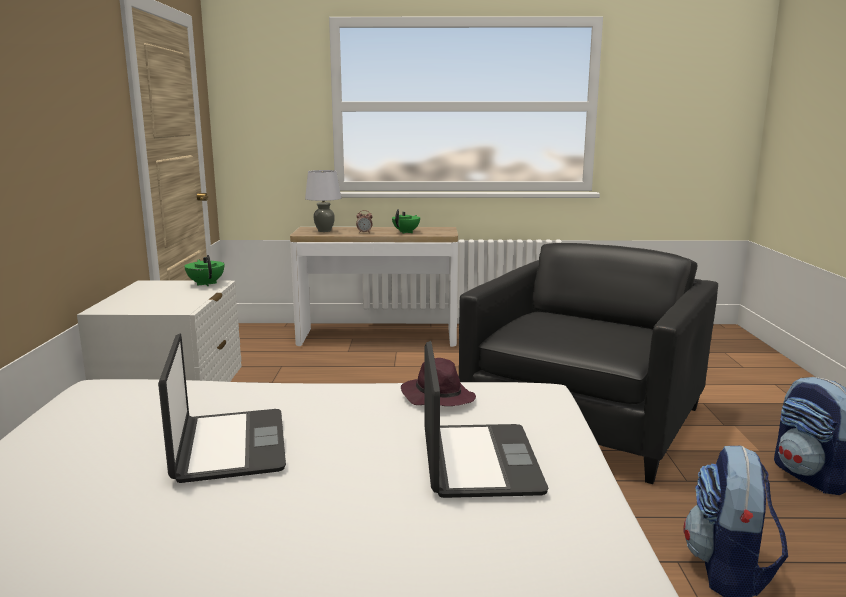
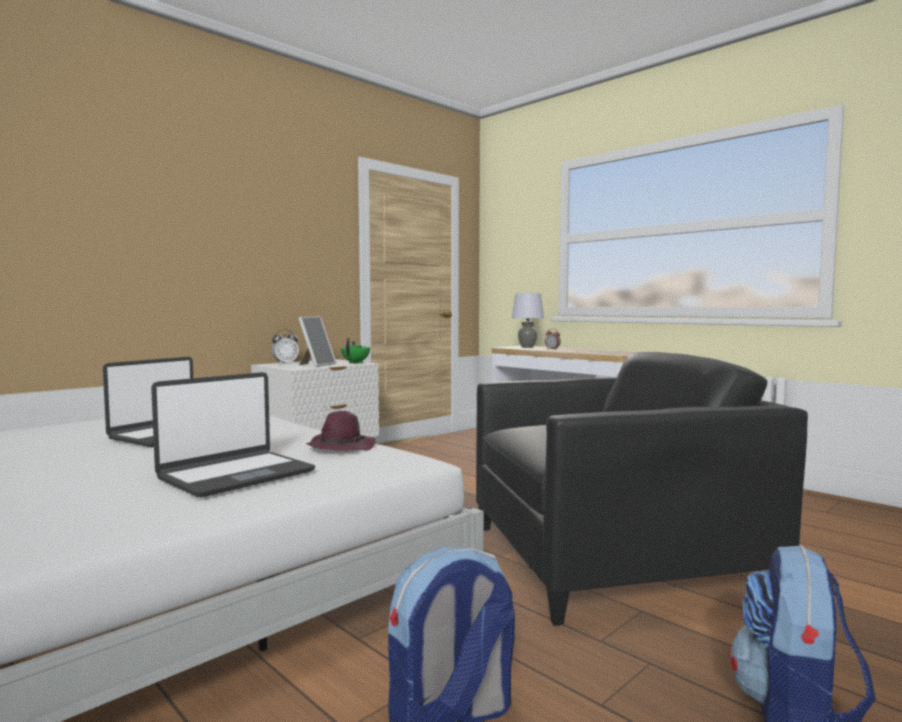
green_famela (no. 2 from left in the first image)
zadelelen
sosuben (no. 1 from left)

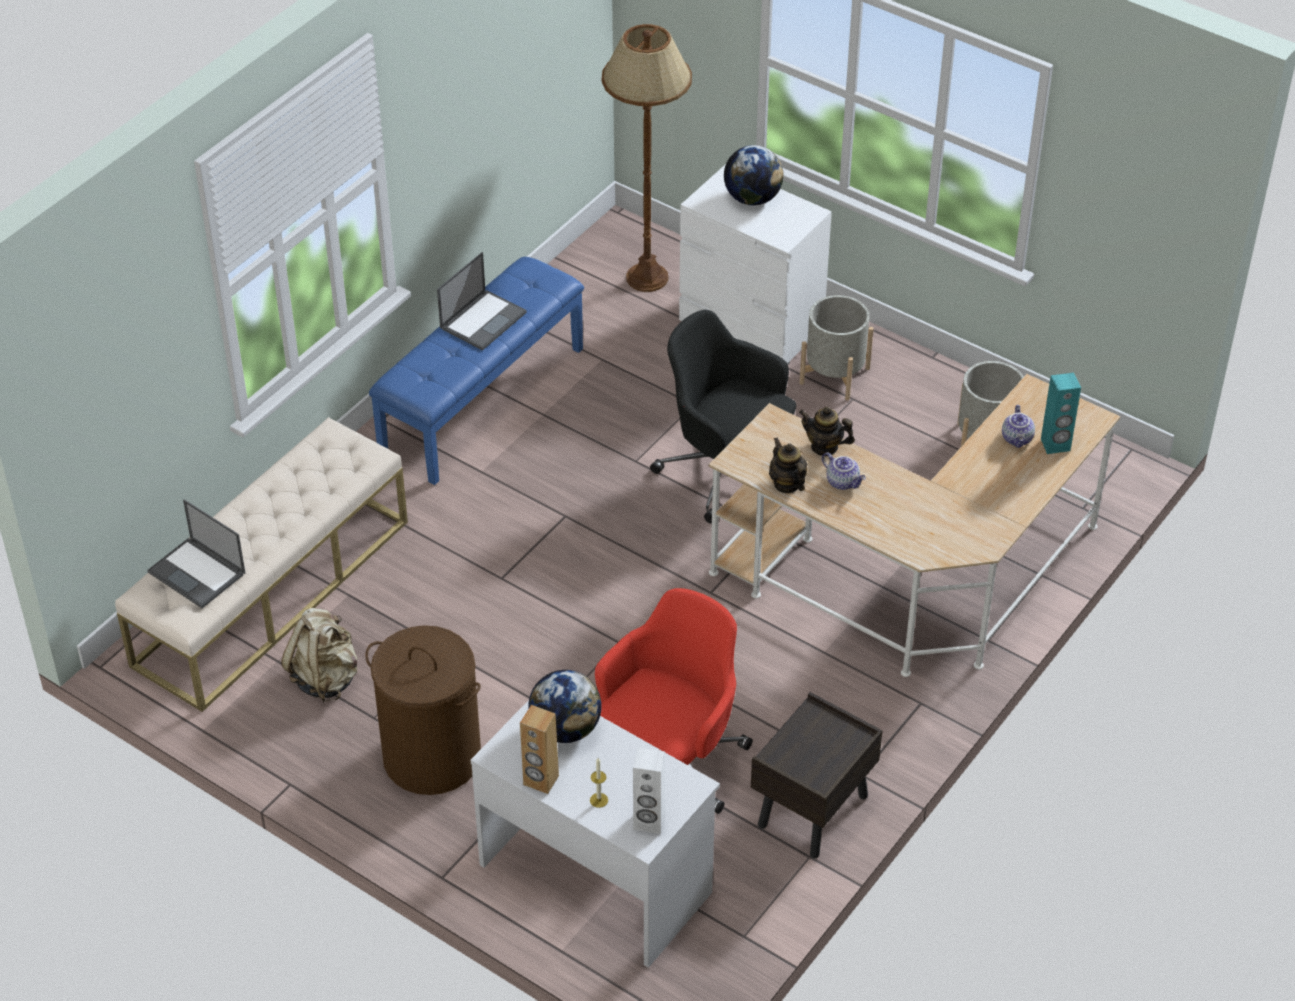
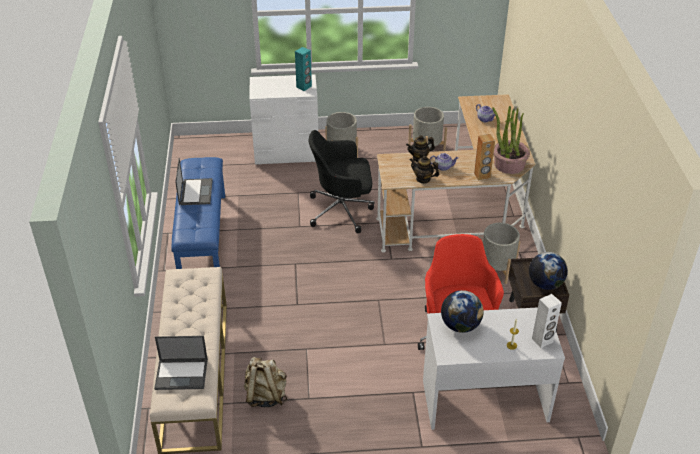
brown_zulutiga
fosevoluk (no. 2 from left)
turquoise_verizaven
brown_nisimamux
brown_verizaven
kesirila
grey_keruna (no. 3 from left)

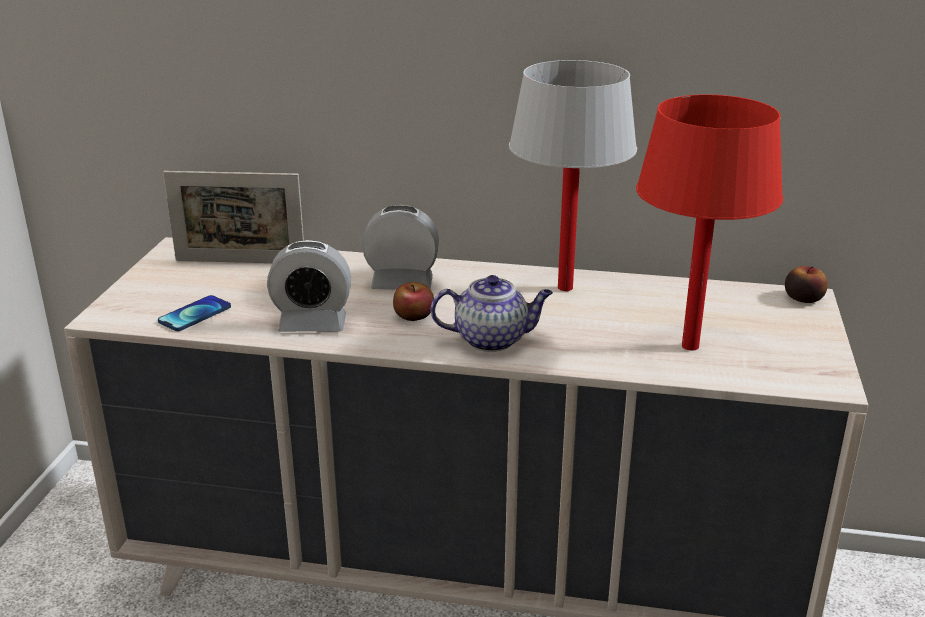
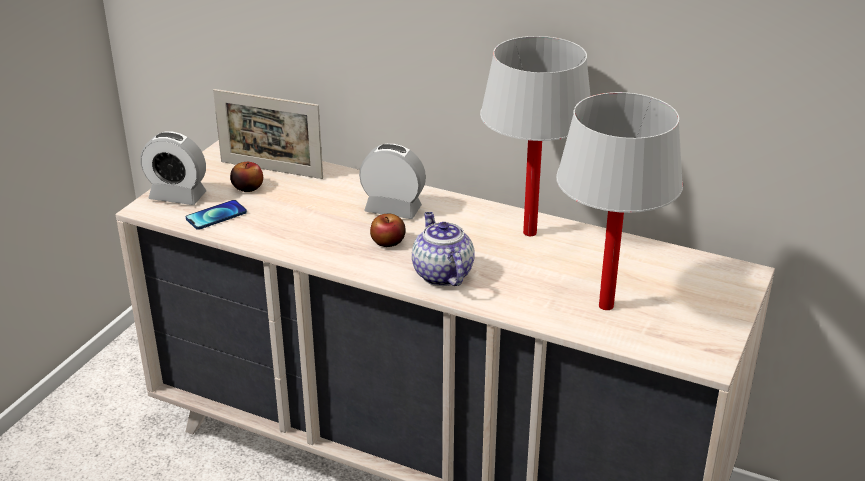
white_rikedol (no. 2 from left)
sosuben (no. 1 from left)
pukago (no. 1 from left)
famela

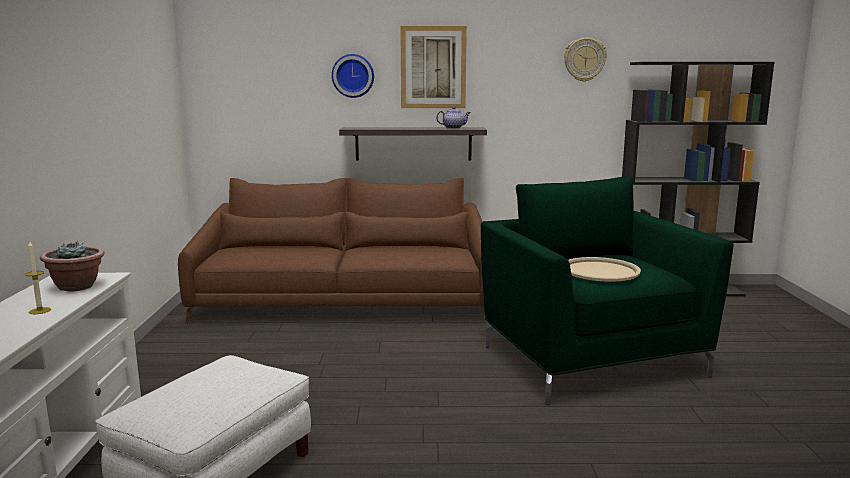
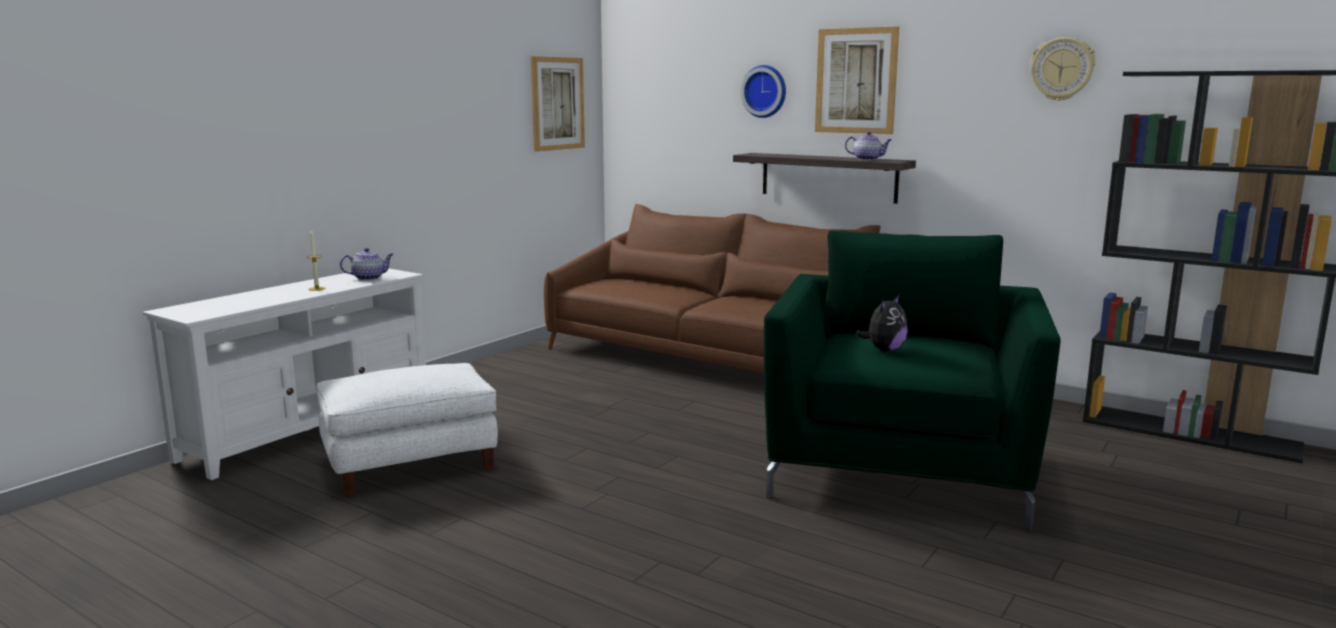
famela (no. 1 from left)
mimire
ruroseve (no. 1 from left)

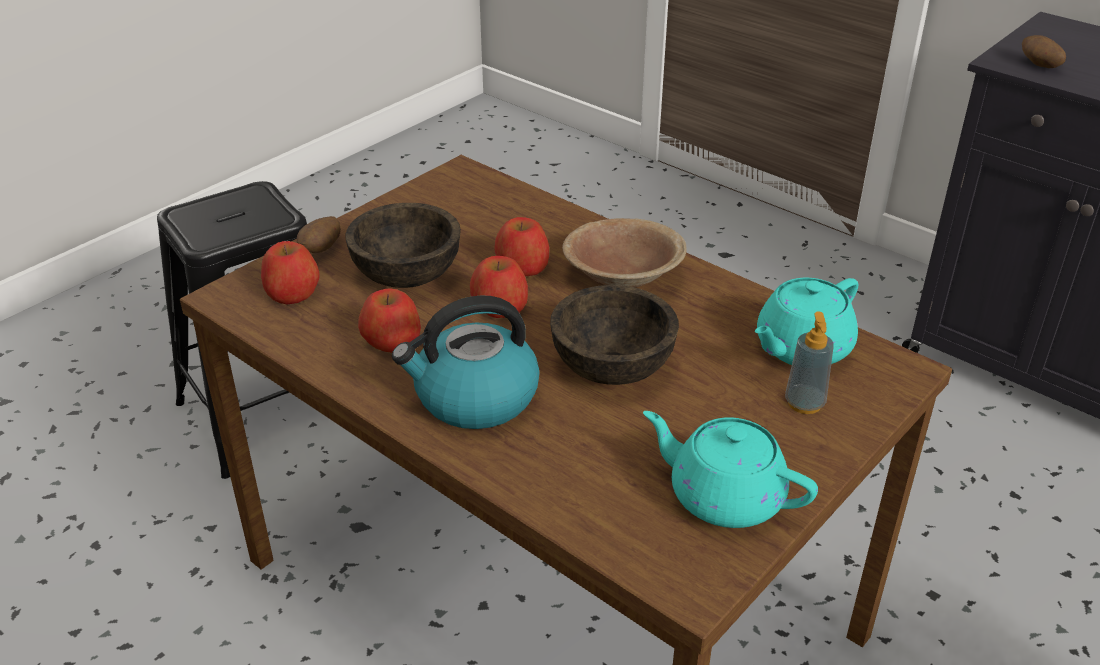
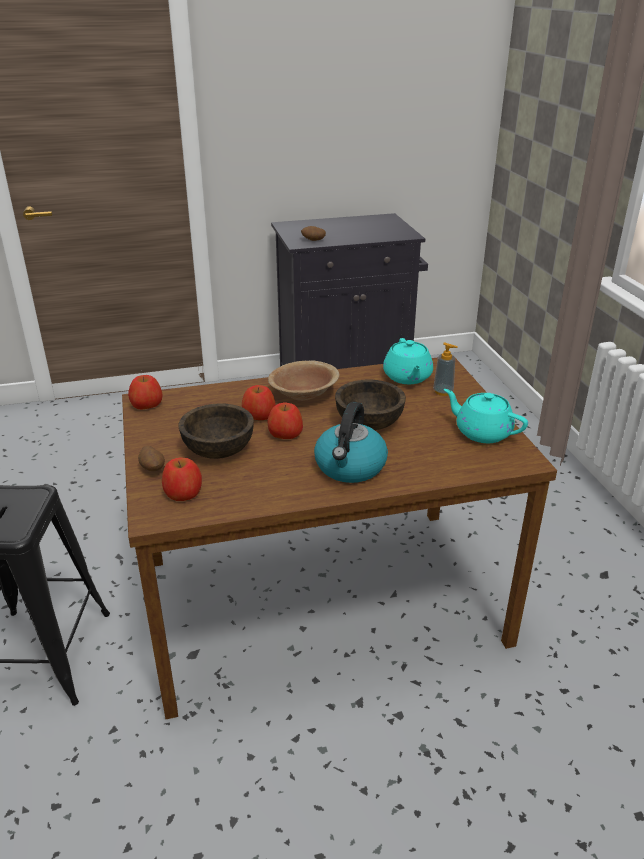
pukago (no. 1 from left)
turquoise_famela (no. 2 from left)

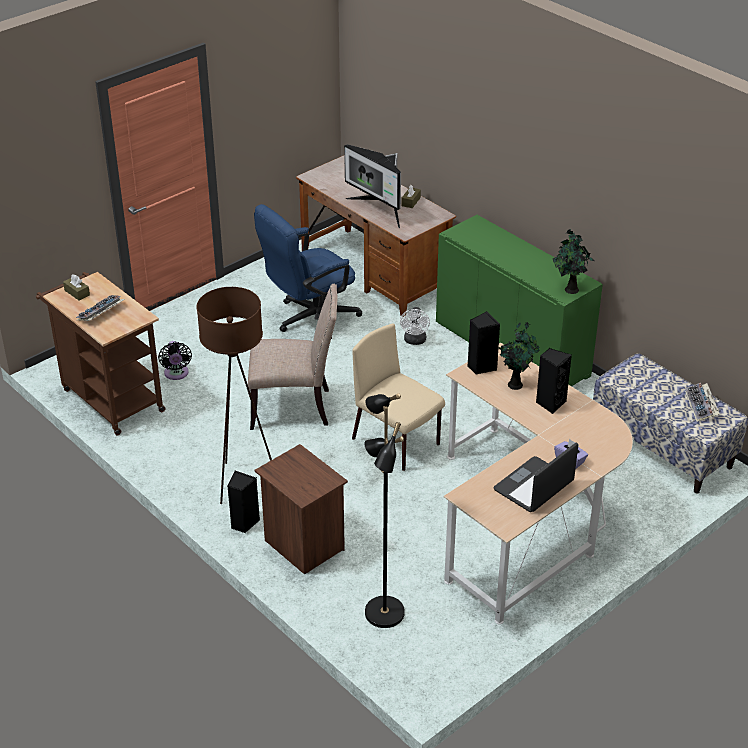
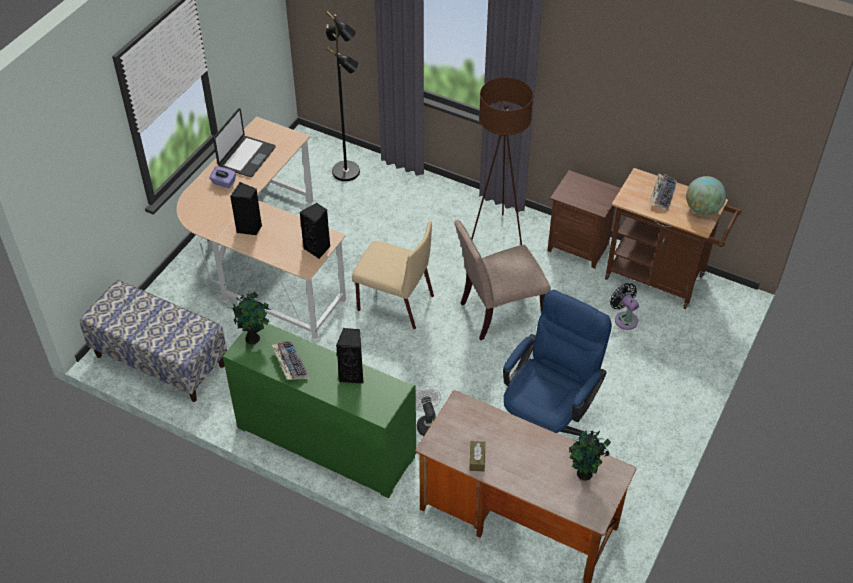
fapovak
fosevoluk
kesirila (no. 2 from left)
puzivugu (no. 1 from left)
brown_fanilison
black_verizaven (no. 3 from left)

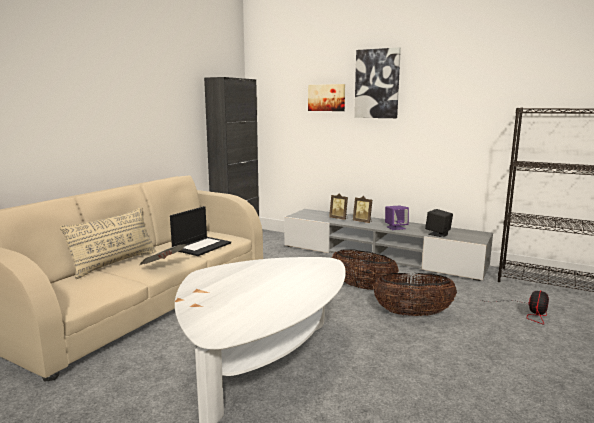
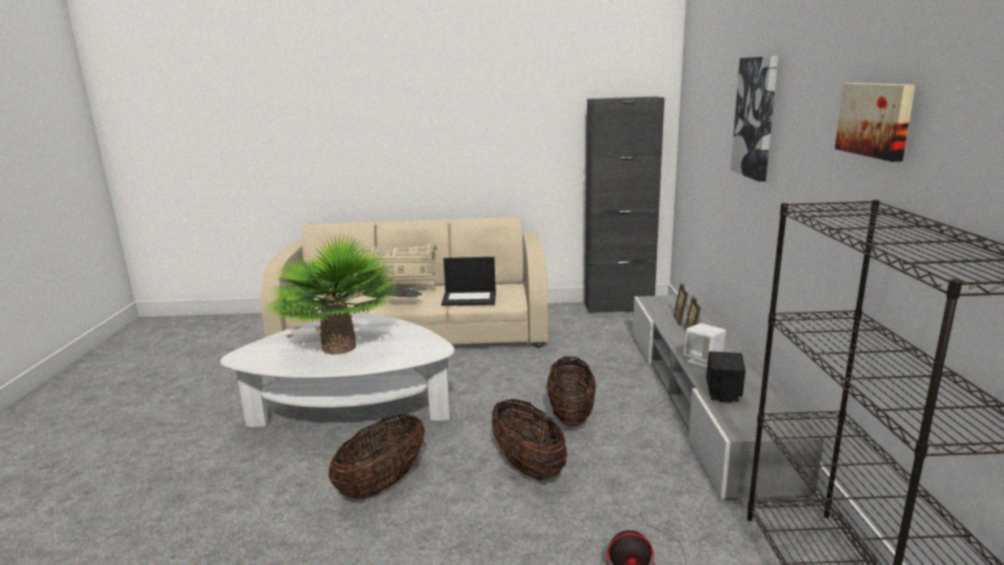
ruroseve (no. 2 from left)
white_verizaven
kesirila
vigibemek (no. 1 from left)

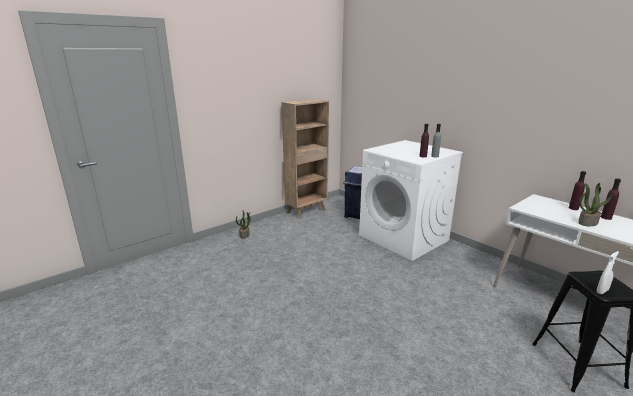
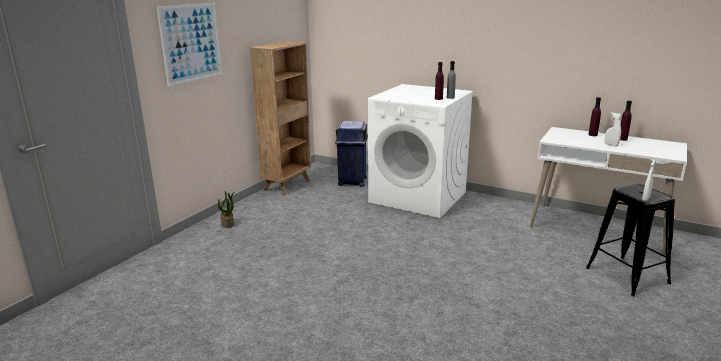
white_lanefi (no. 1 from left)
ruroseve

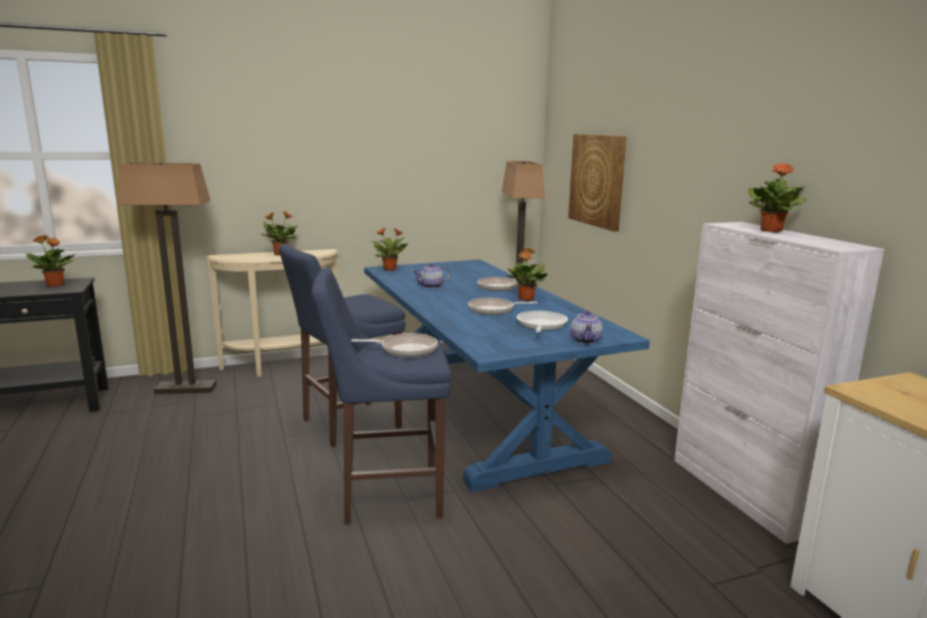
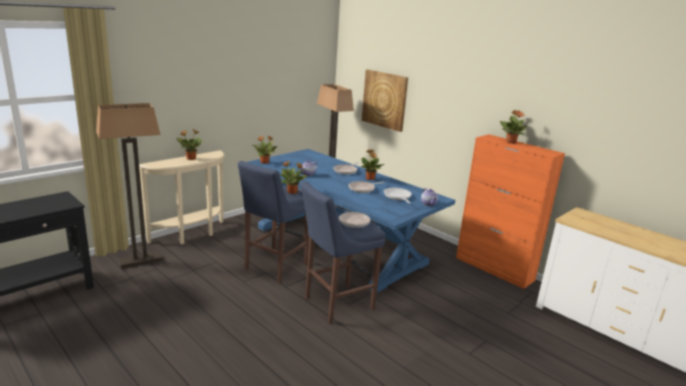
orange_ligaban
kesirila (no. 3 from left)

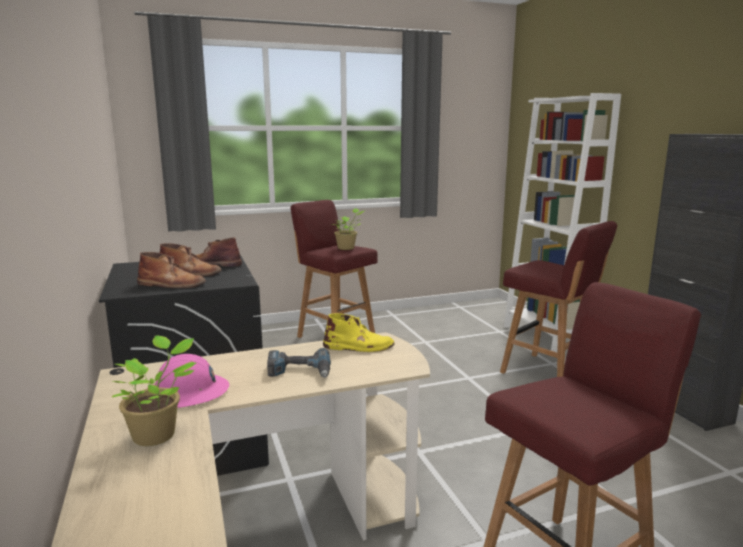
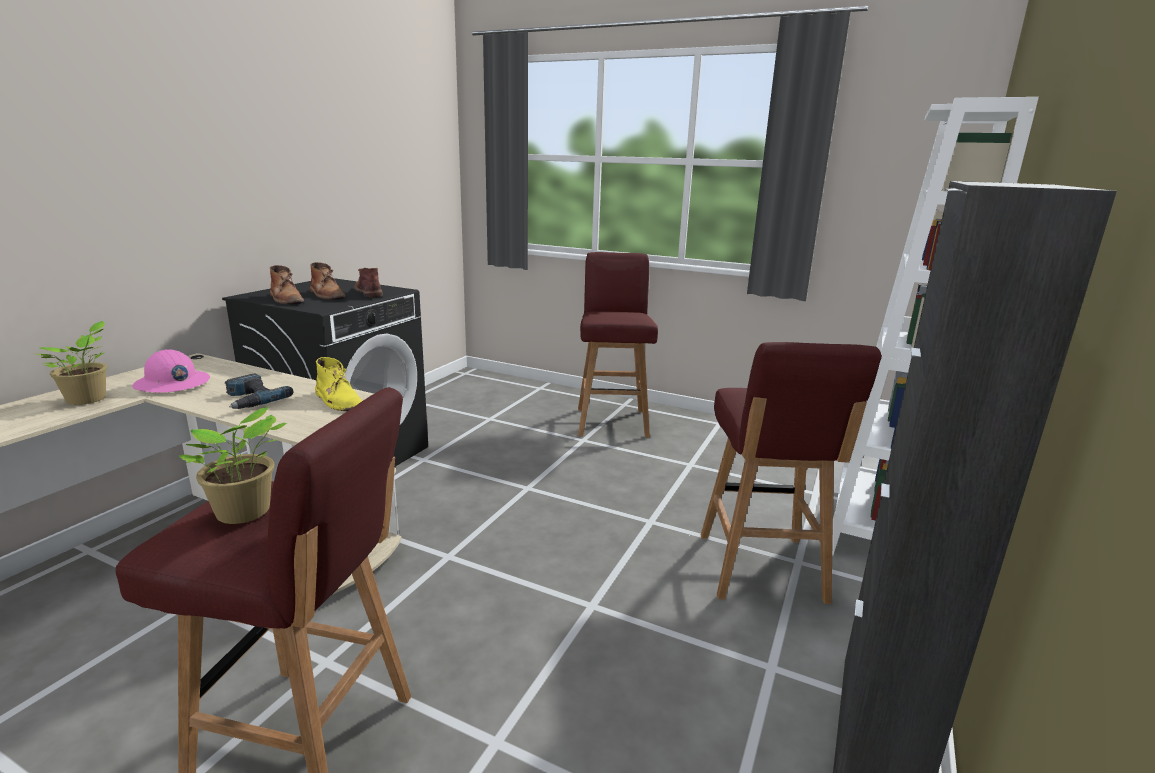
kesirila (no. 2 from left)

